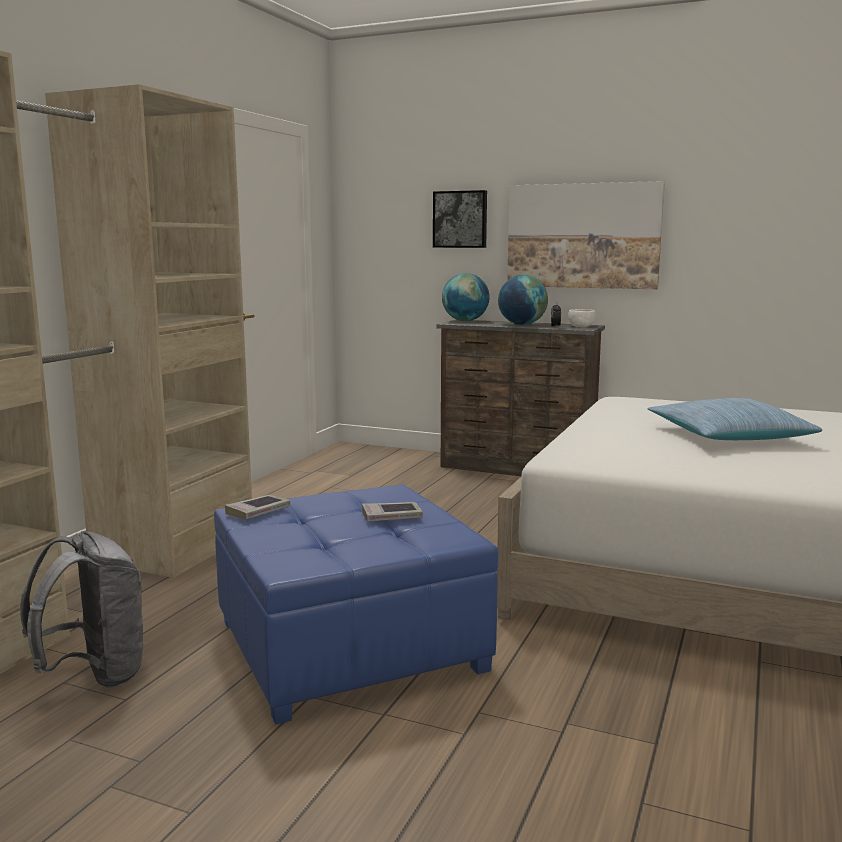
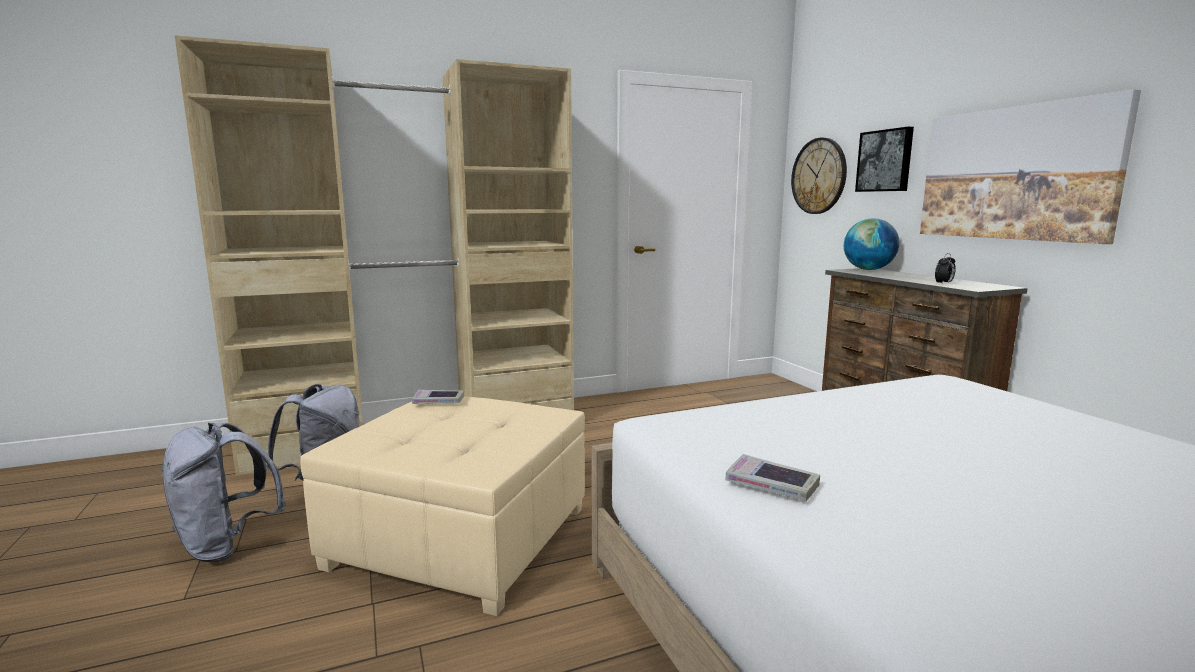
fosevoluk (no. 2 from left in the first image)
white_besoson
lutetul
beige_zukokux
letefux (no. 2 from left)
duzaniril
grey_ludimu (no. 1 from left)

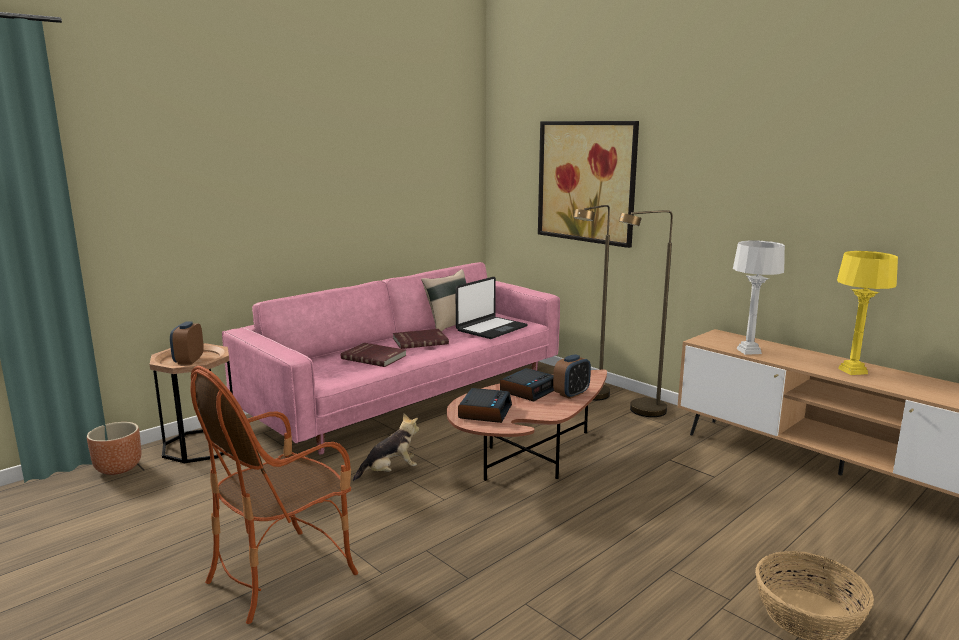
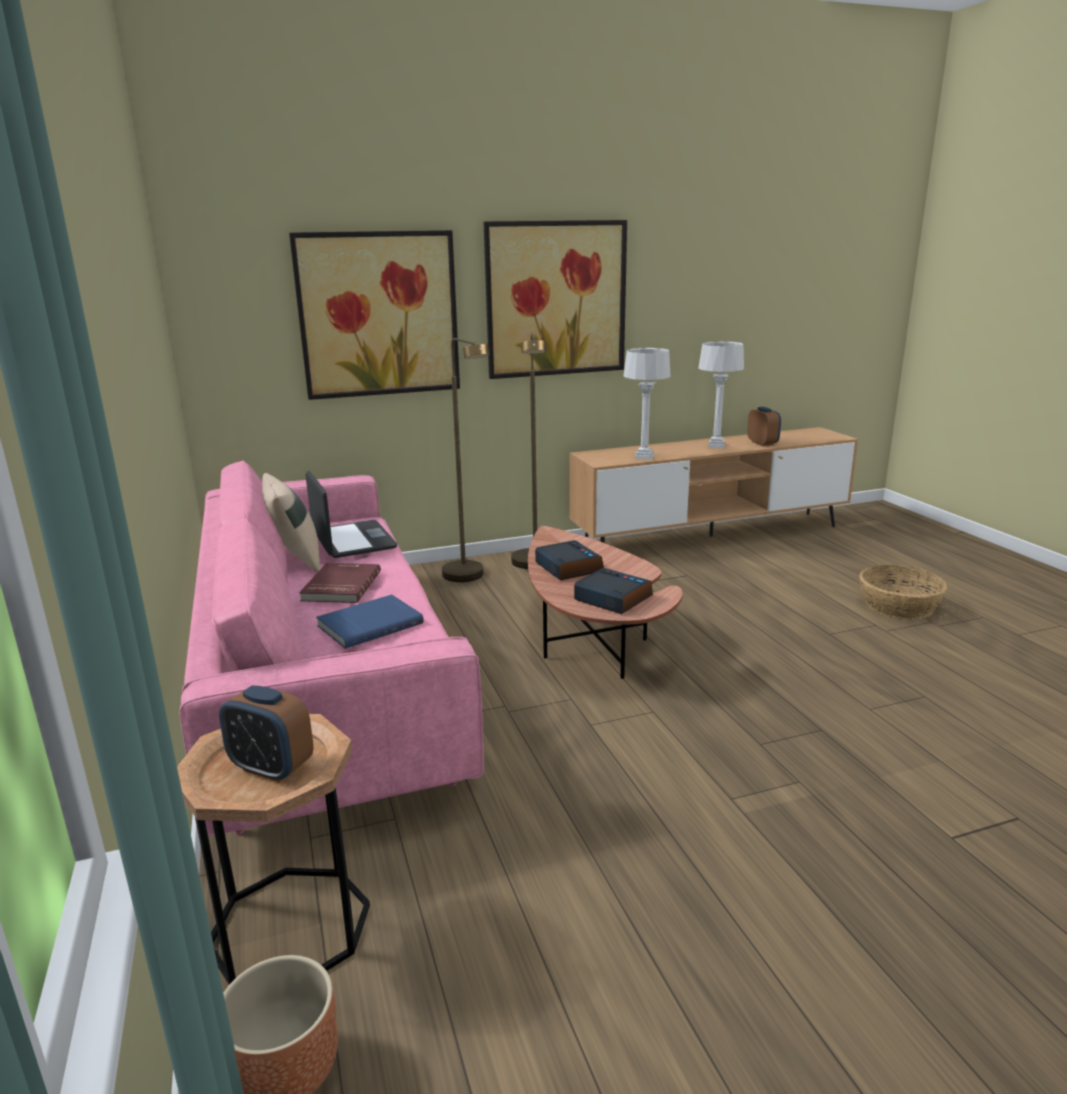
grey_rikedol (no. 2 from left)
blue_letefux
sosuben (no. 4 from left)
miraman
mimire
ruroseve (no. 2 from left)

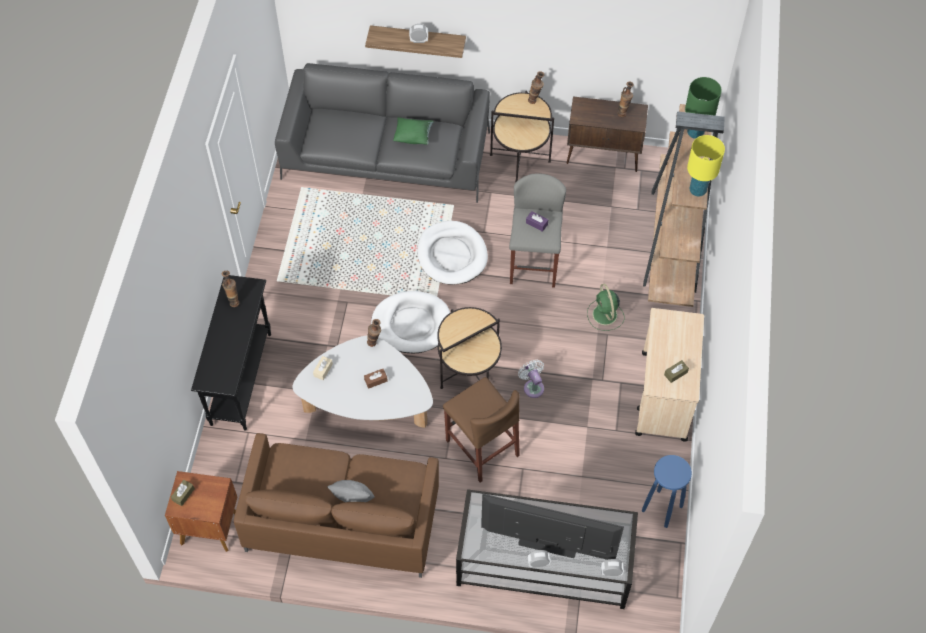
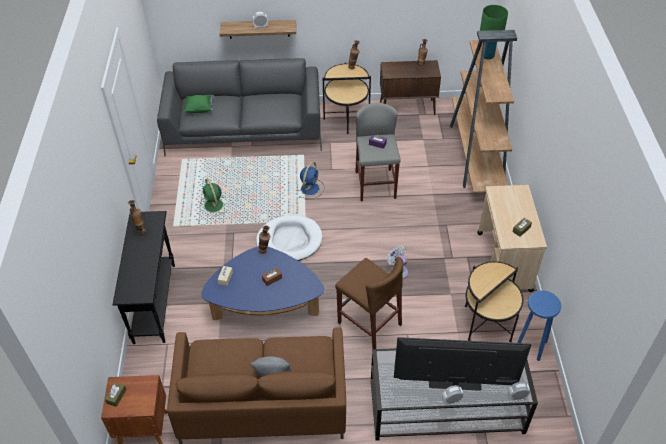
green_lutetul
yellow_rikedol
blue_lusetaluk
green_lusetaluk
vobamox (no. 2 from left)
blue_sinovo

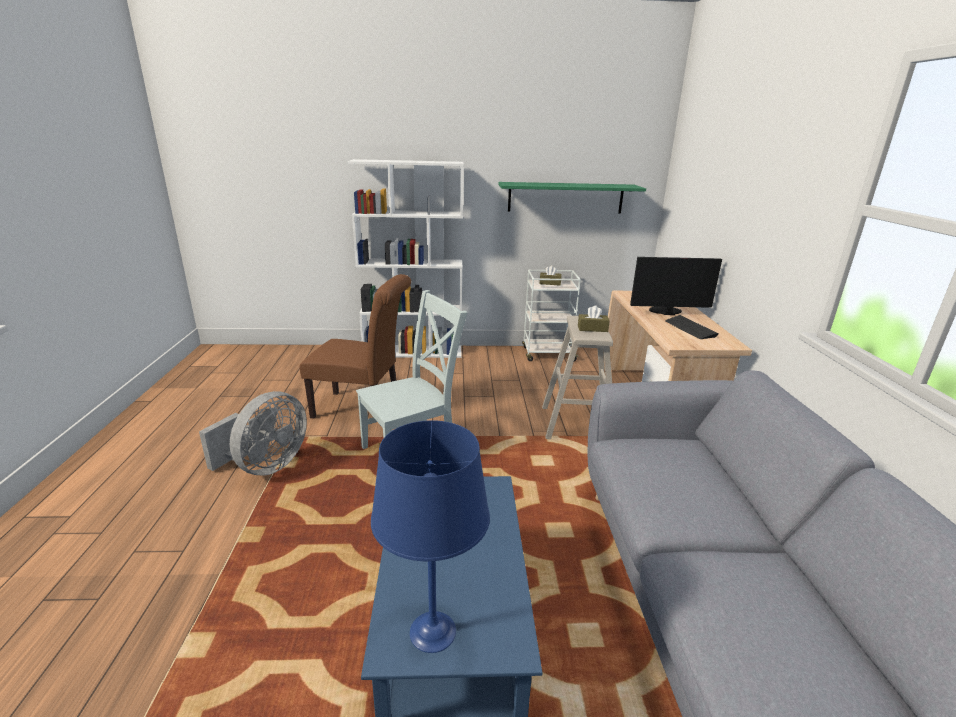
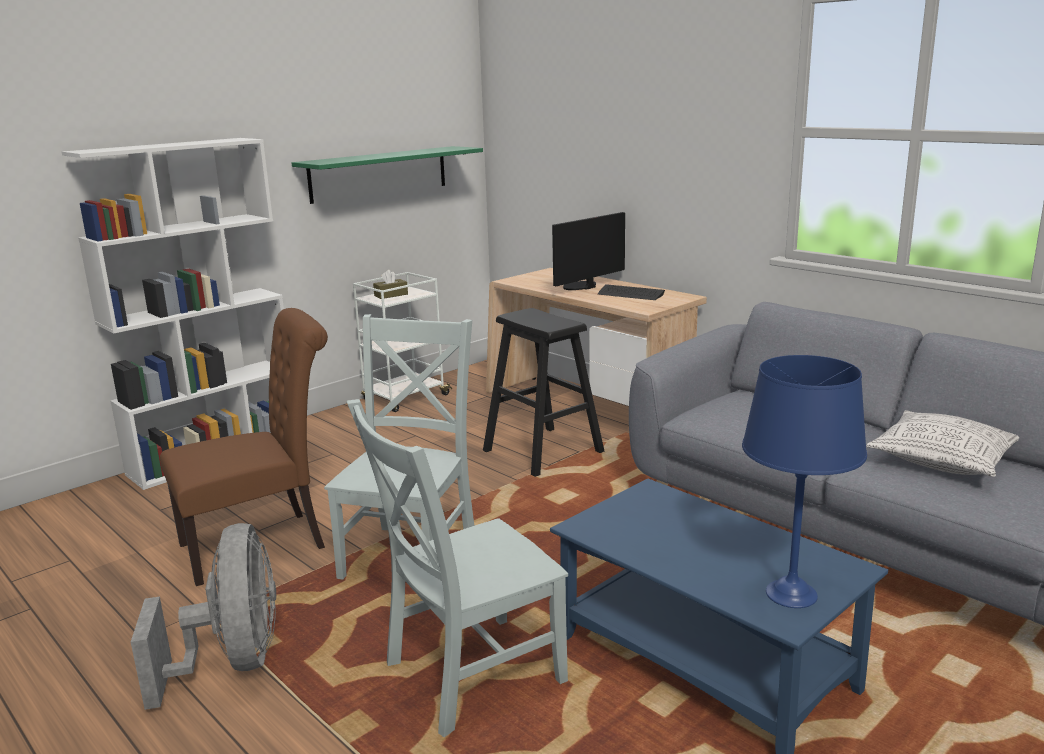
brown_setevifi (no. 2 from left in the first image)
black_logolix
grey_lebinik (no. 2 from left)
lutetul

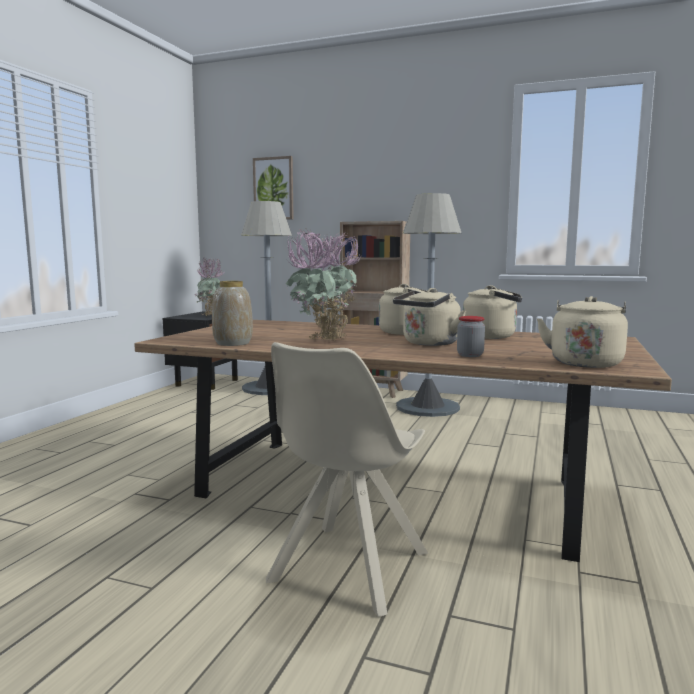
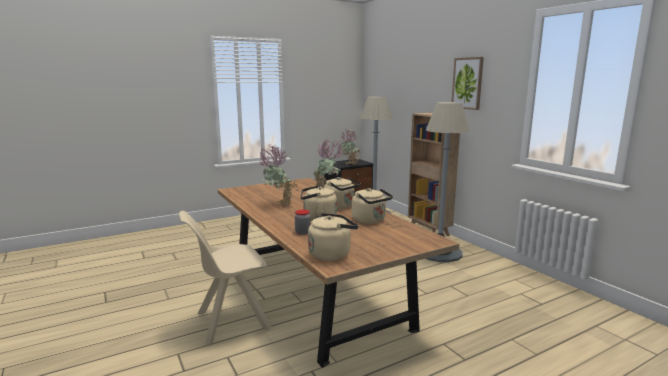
ruroseve
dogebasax

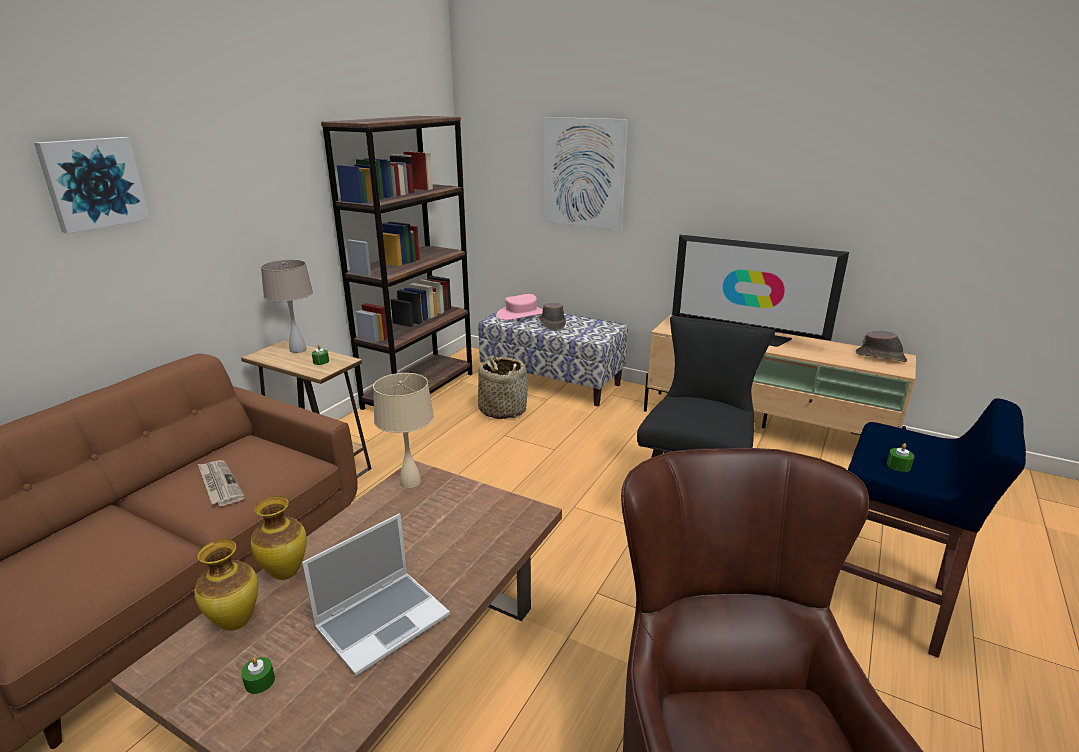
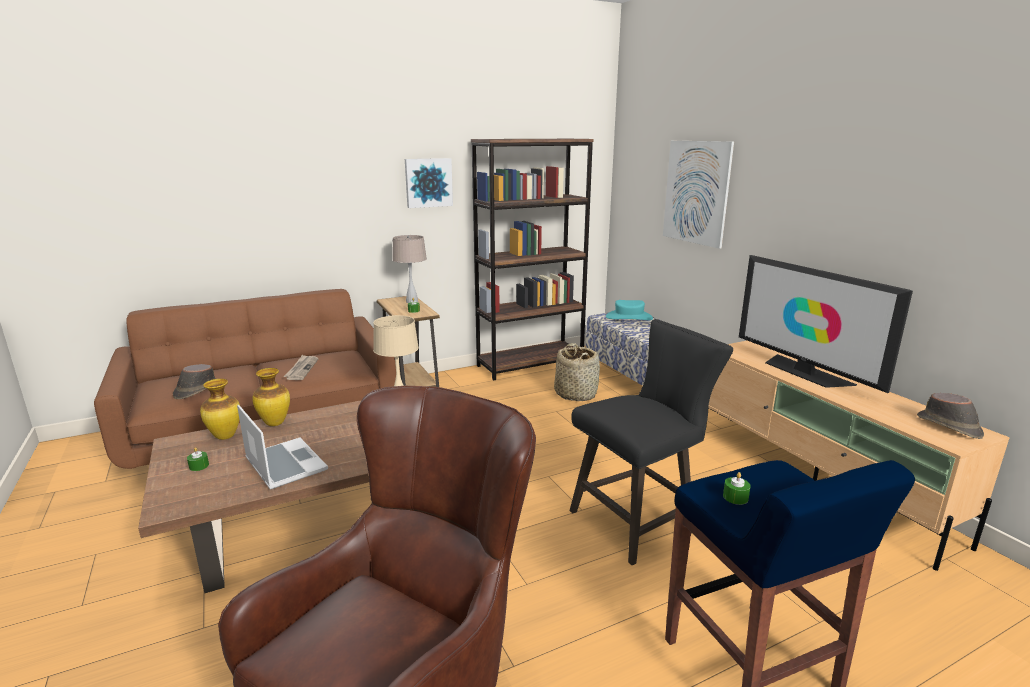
ruroseve (no. 1 from left)
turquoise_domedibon
brown_domedibon (no. 1 from left)
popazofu

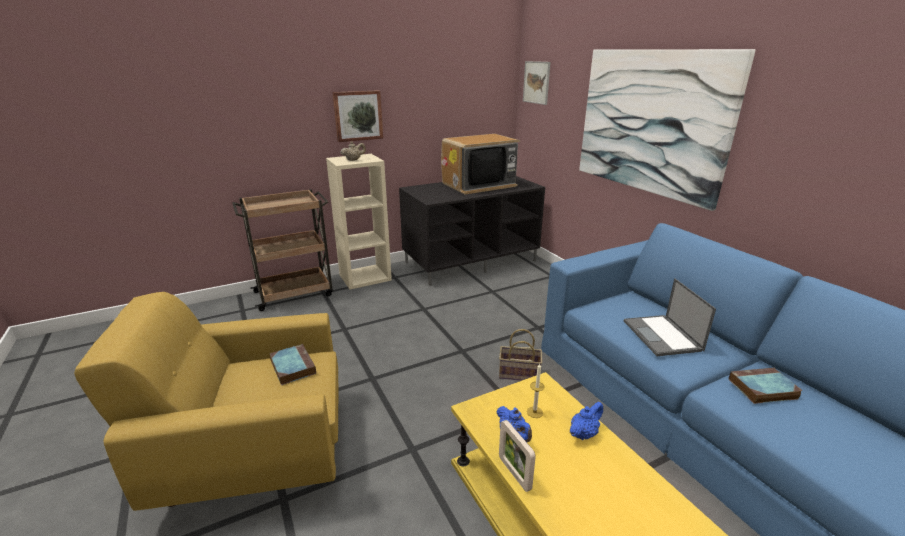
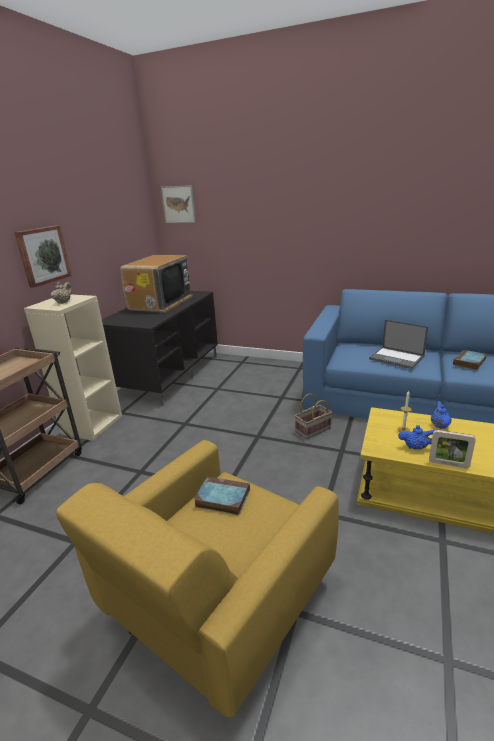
ruroseve (no. 3 from left in the first image)

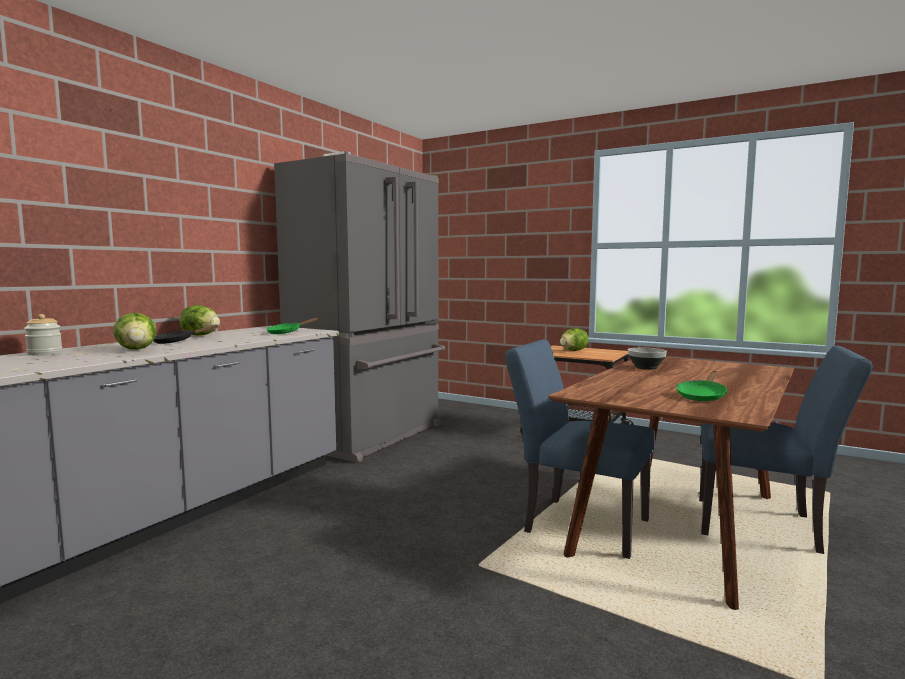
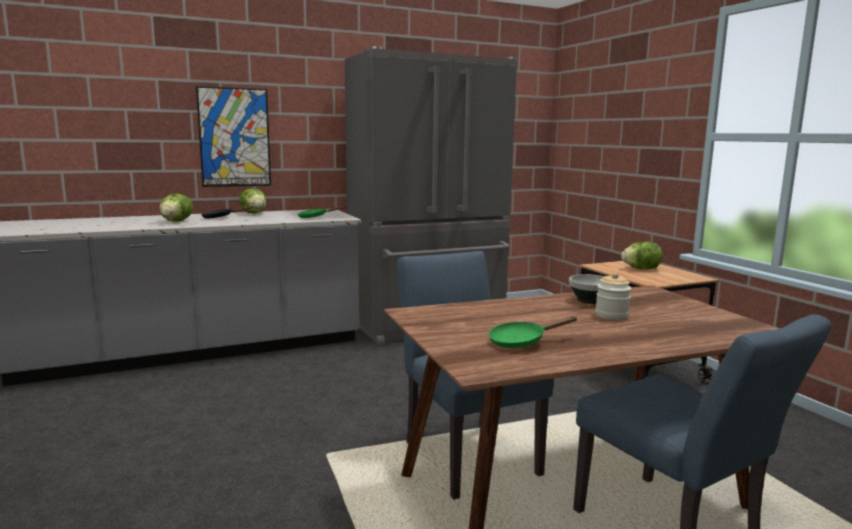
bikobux
ruroseve

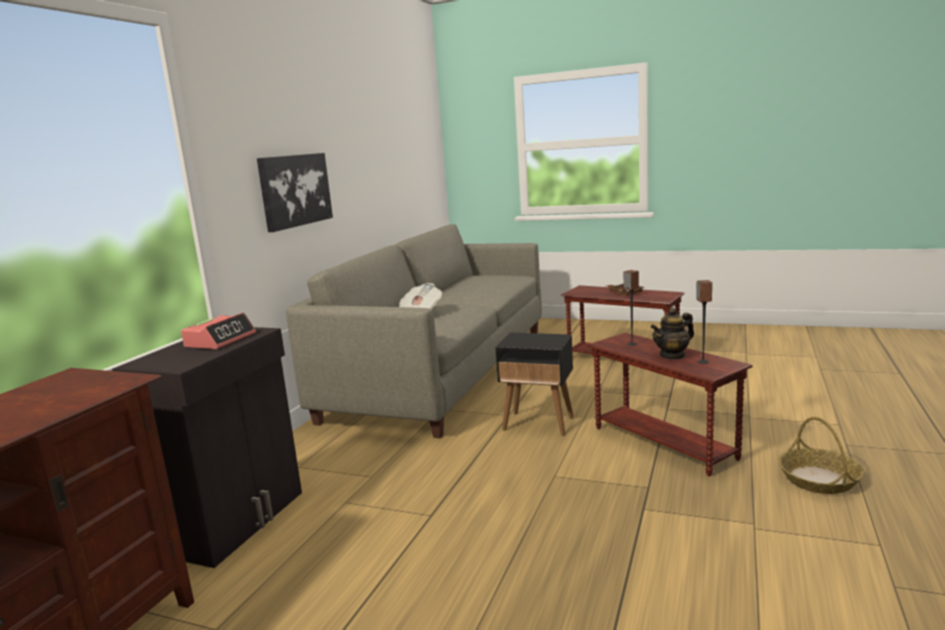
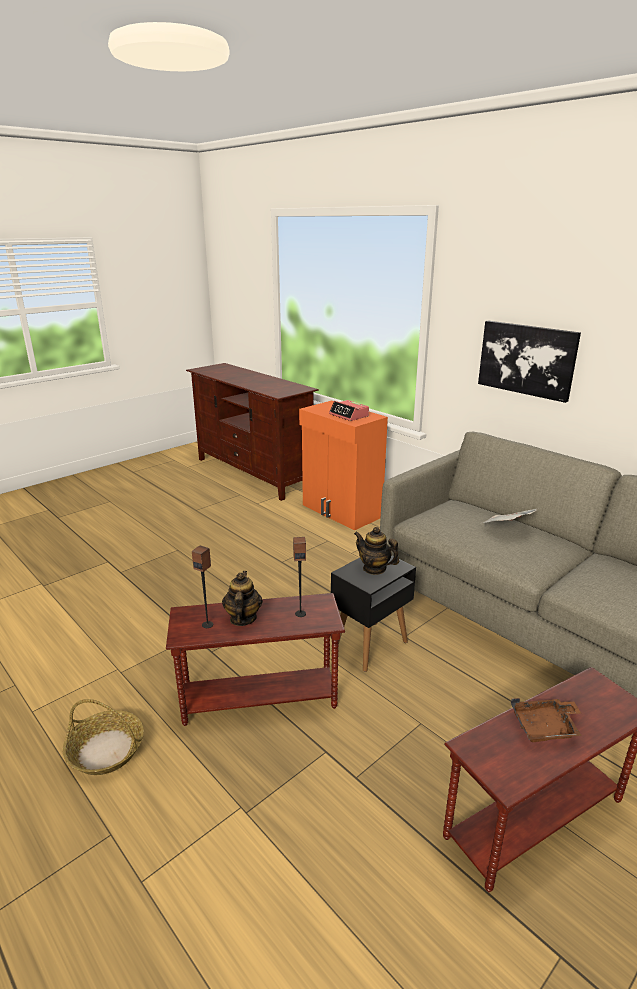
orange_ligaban
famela (no. 2 from left)

